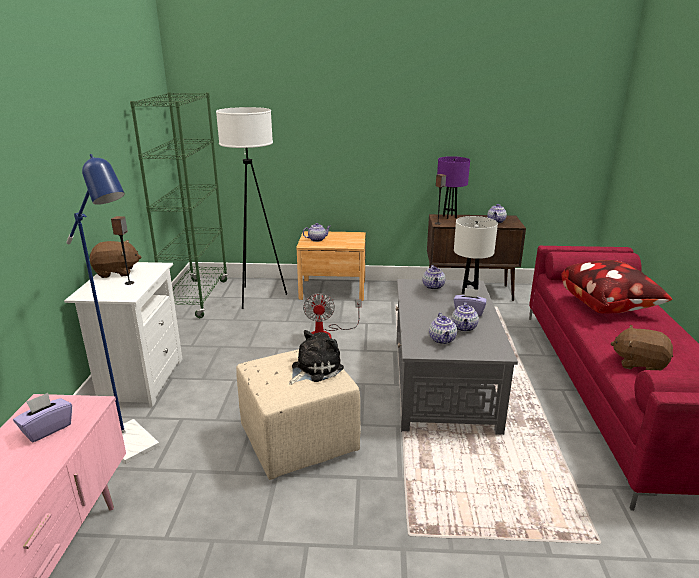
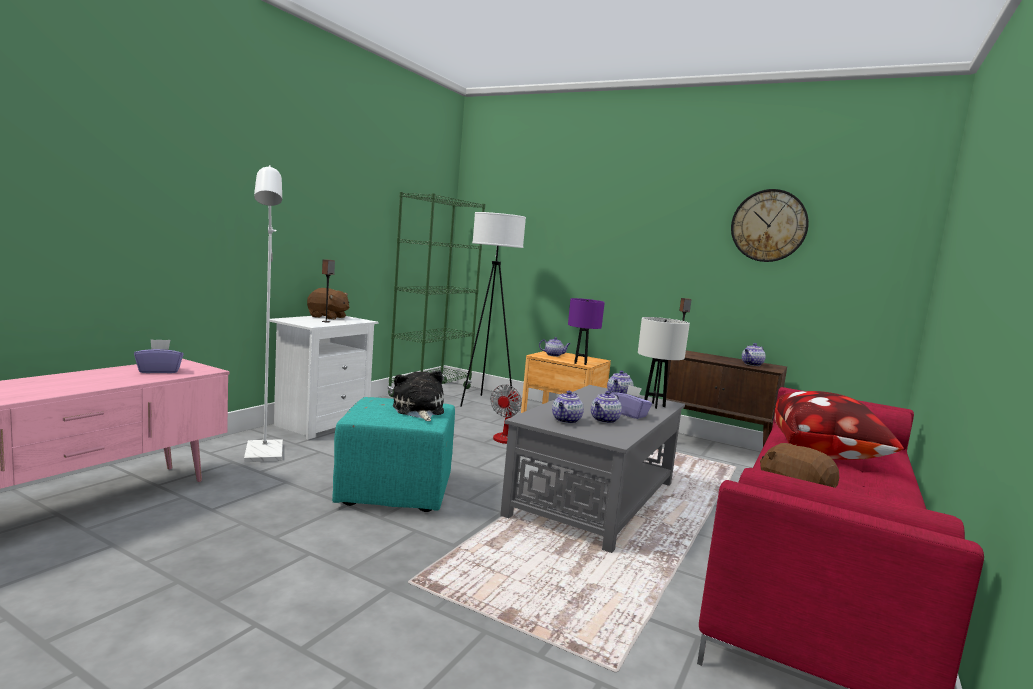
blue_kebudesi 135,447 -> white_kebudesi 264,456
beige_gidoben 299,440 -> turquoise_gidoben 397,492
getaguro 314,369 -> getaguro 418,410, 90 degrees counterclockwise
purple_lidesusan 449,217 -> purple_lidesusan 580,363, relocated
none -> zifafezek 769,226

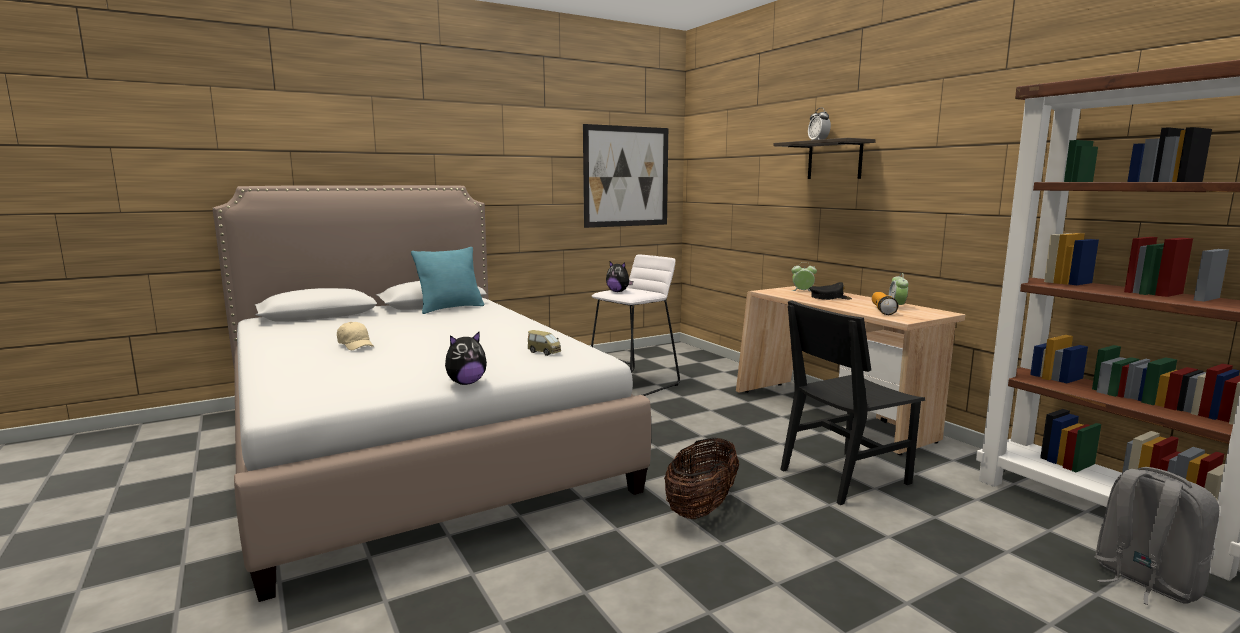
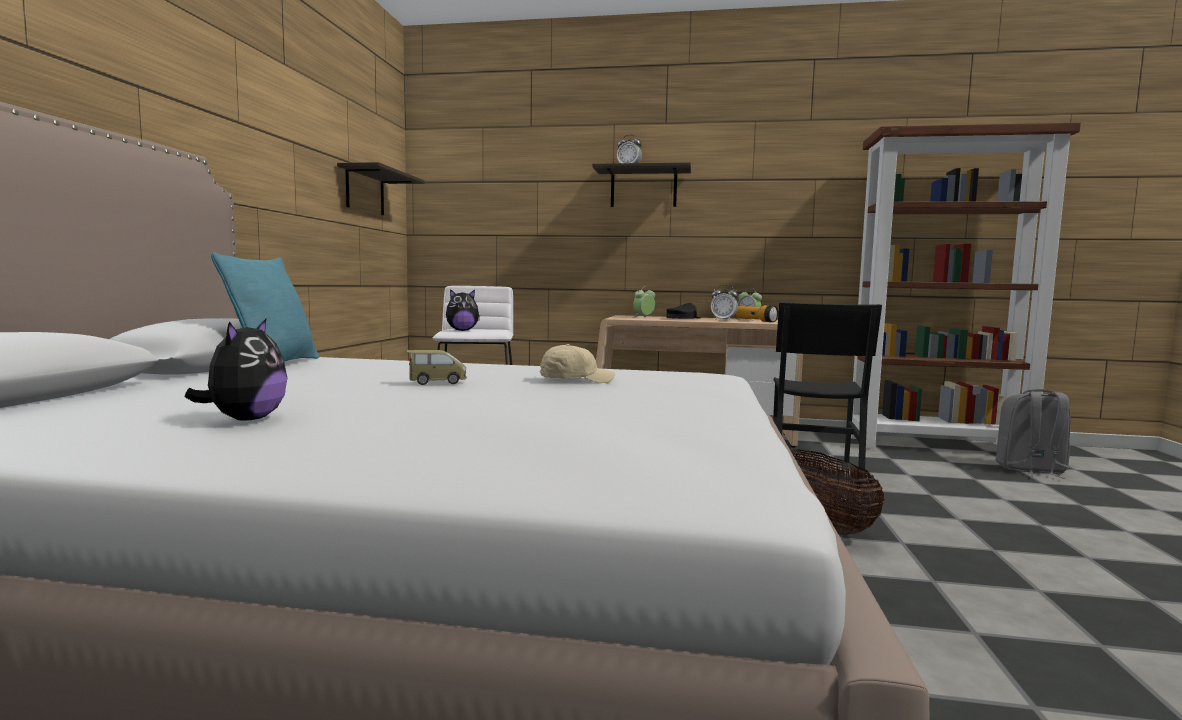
getaguro 466,383 -> getaguro 245,419, relocated
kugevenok 626,176 -> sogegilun 365,191
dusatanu 544,352 -> dusatanu 437,382, relocated
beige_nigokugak 356,345 -> beige_nigokugak 575,380, relocated
none -> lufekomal 723,320

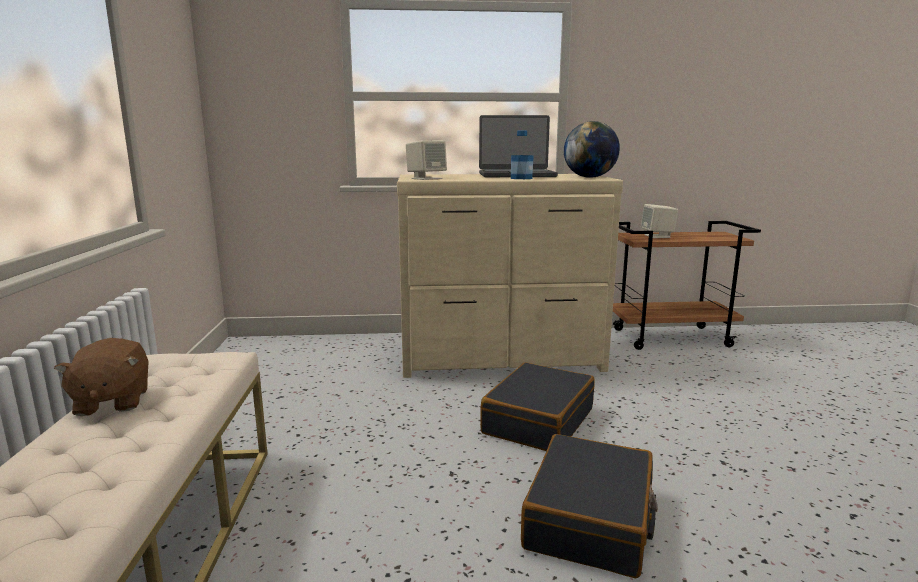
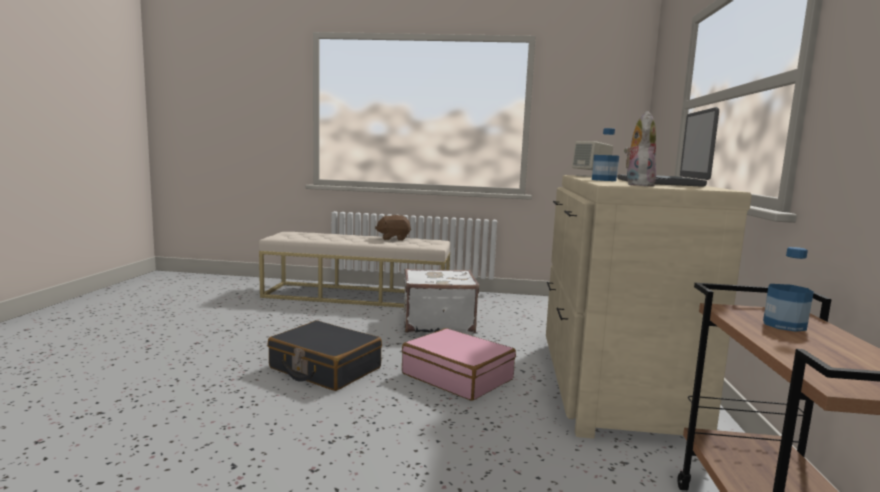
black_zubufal 537,421 -> pink_zubufal 457,376
none -> white_zubufal 437,323
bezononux 589,177 -> getaguro 637,185
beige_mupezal 657,236 -> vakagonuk 784,325

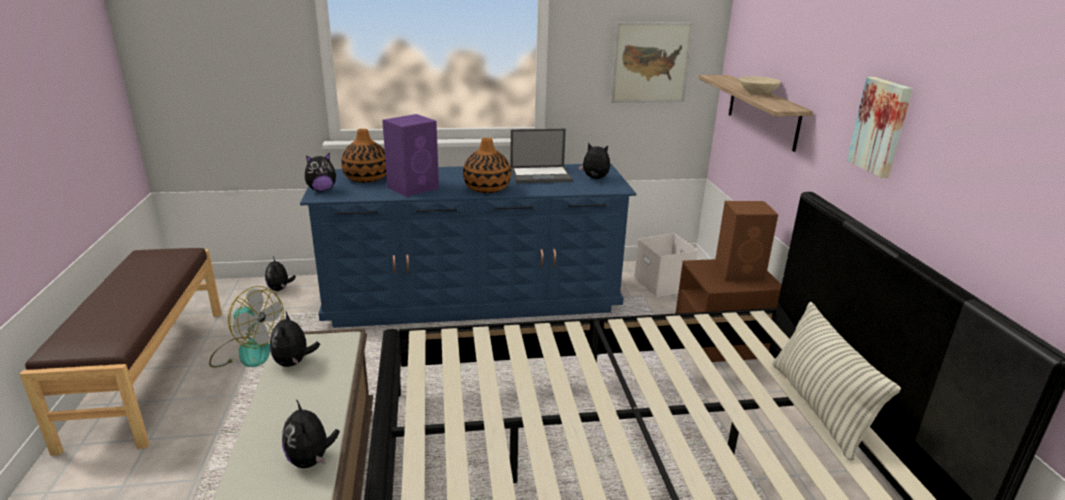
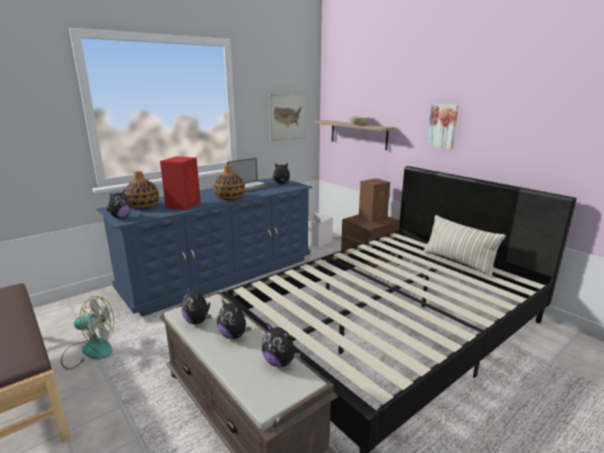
purple_mupezal 414,187 -> red_mupezal 184,205
getaguro 280,289 -> getaguro 234,335, relocated

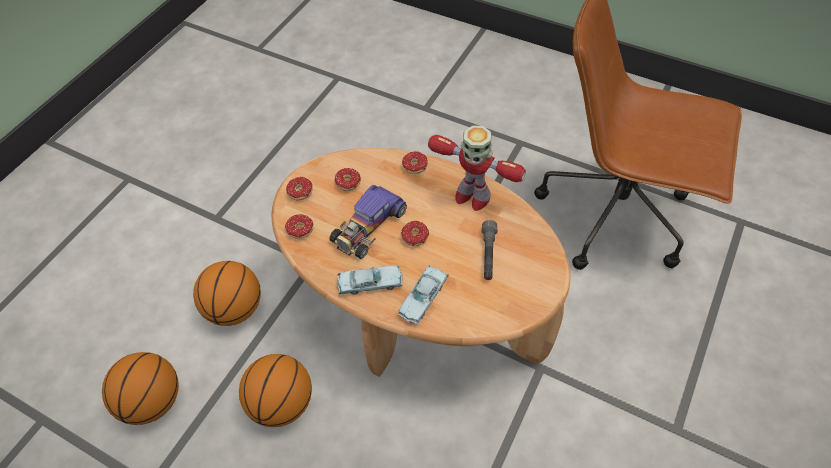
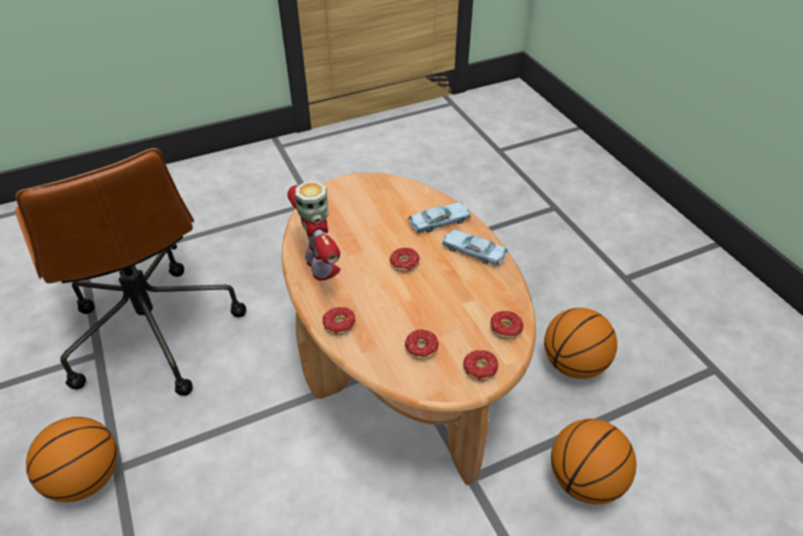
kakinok 153,400 -> kakinok 86,478, relocated
dusatanu 368,226 -> none
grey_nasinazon 488,255 -> none

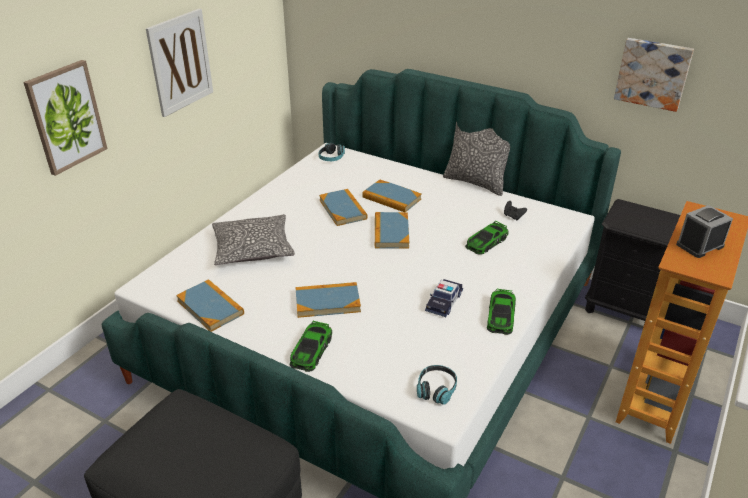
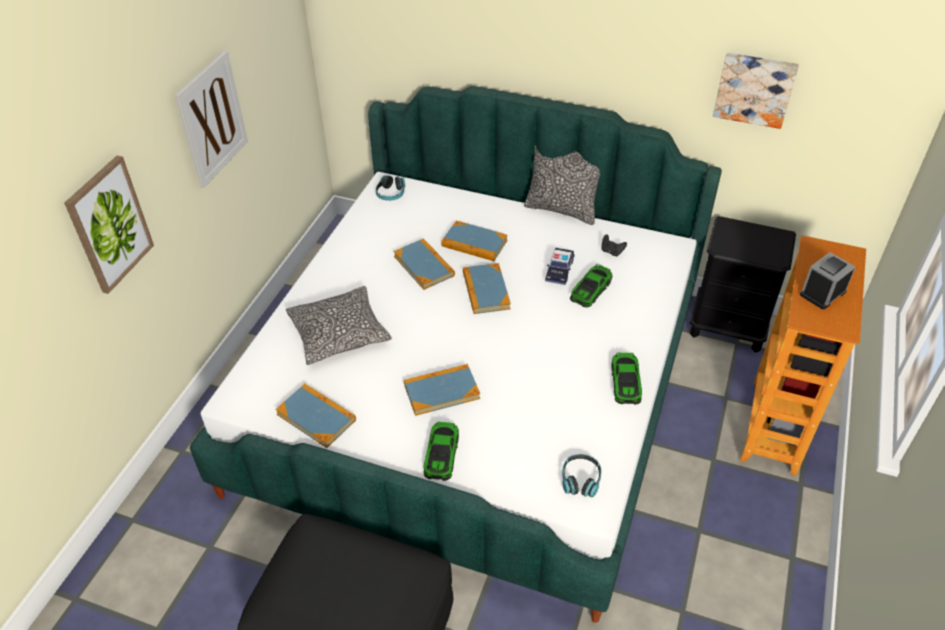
dusatanu 444,302 -> dusatanu 559,270, relocated

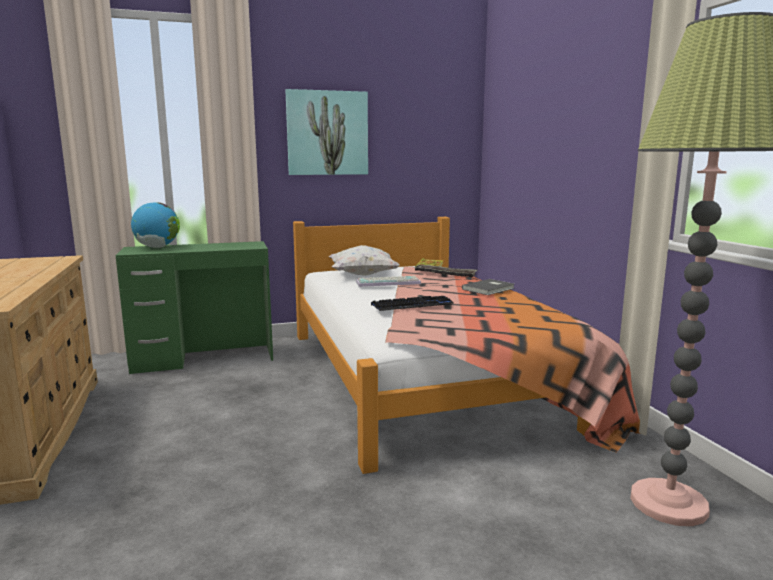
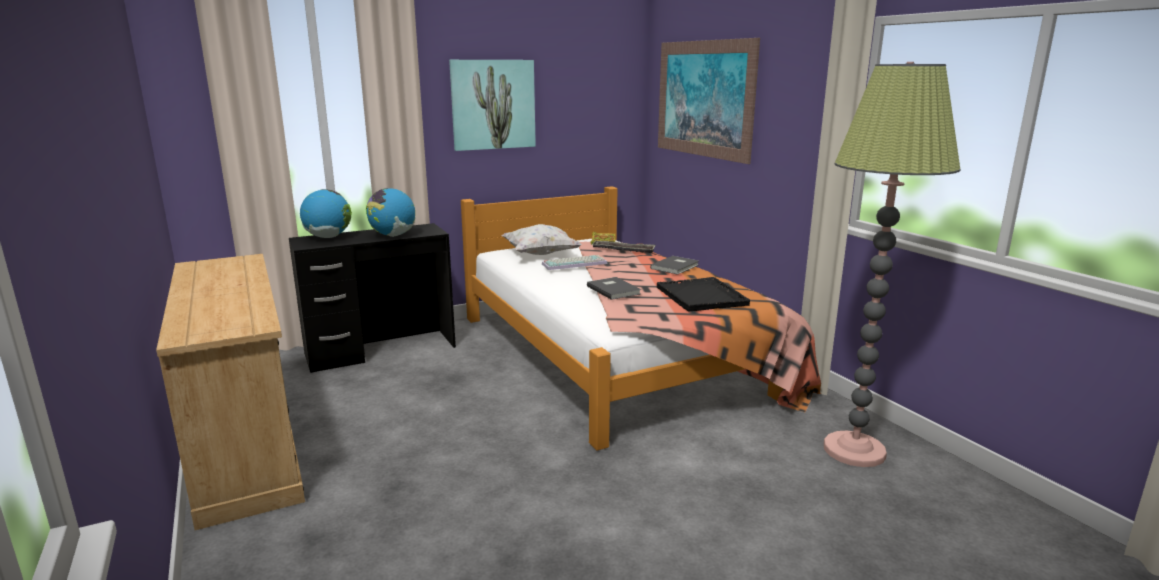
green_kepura 204,358 -> black_kepura 381,350
none -> bezononux 393,235
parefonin 412,305 -> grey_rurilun 614,289
none -> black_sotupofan 701,296
none -> kugevenok 704,99

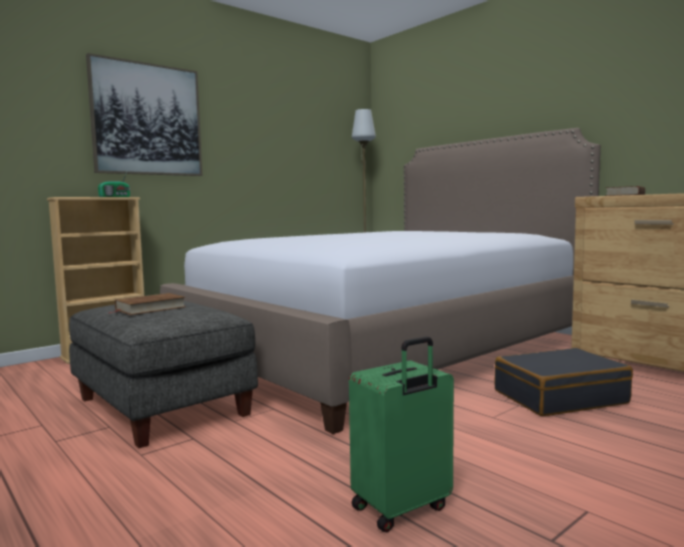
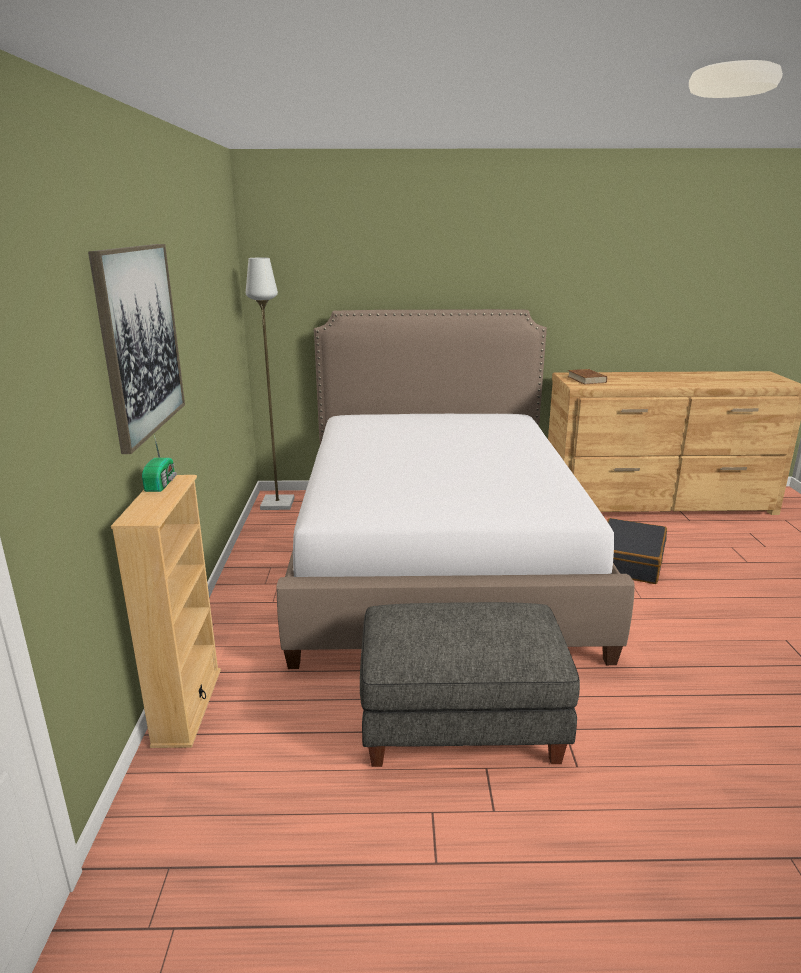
brown_rurilun 150,308 -> none
green_zubufal 402,509 -> none

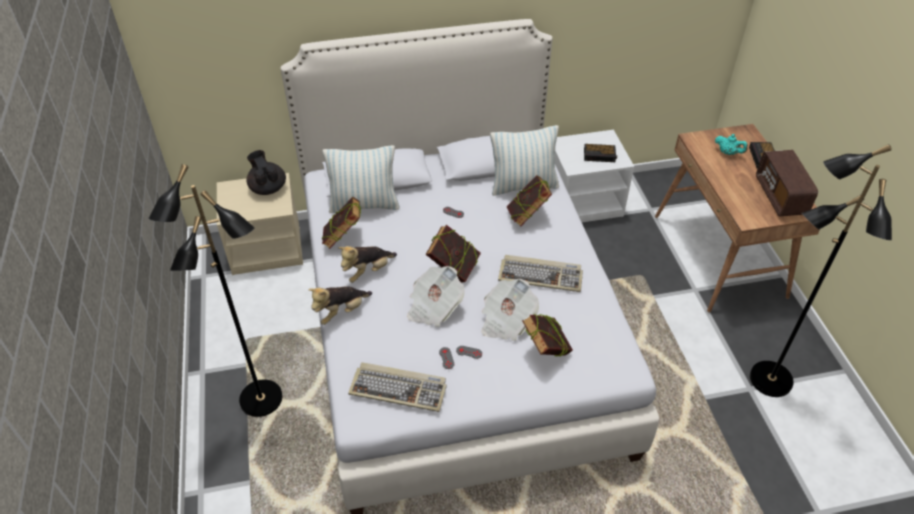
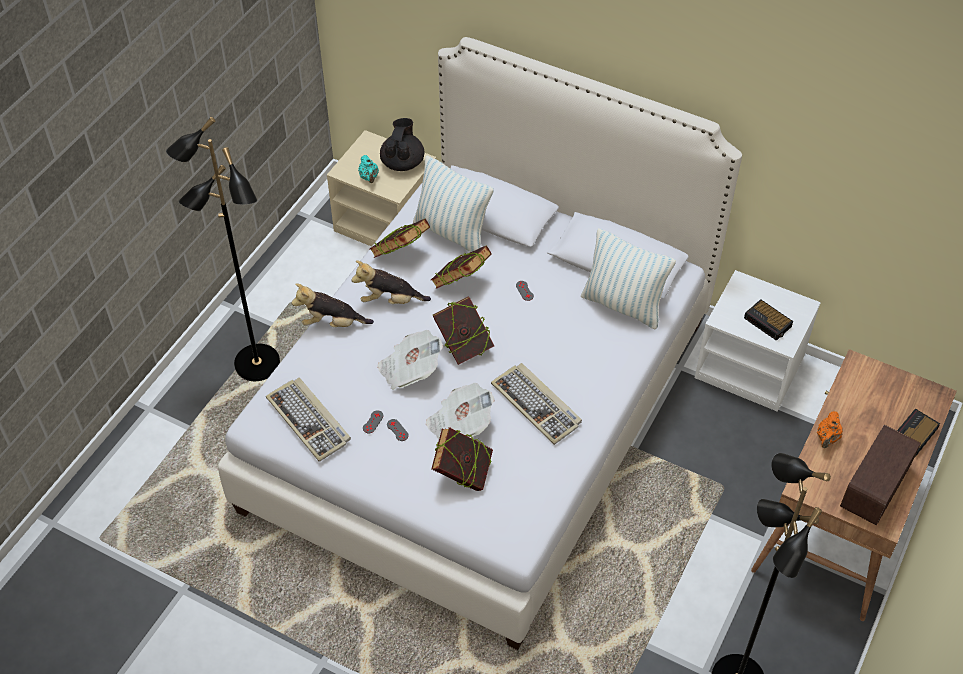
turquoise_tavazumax 728,153 -> turquoise_tavazumax 369,177, relocated
rurilun 527,217 -> rurilun 461,284, relocated
none -> orange_tavazumax 827,438

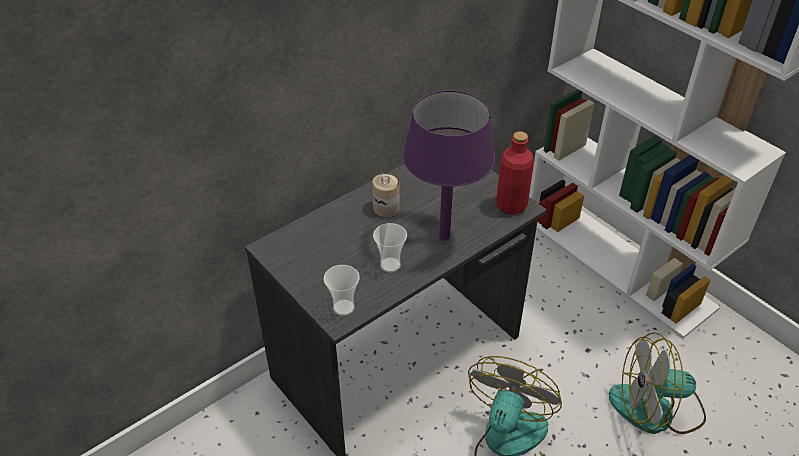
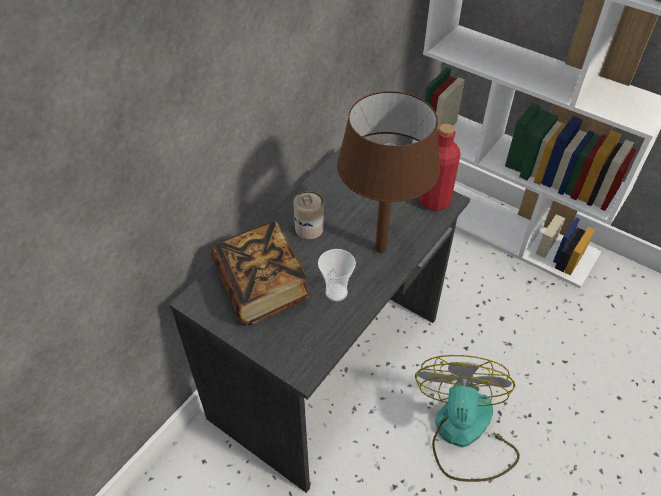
none -> rurilun 262,286
purple_lidesusan 444,237 -> brown_lidesusan 381,249
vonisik 343,307 -> none
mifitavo 656,408 -> none

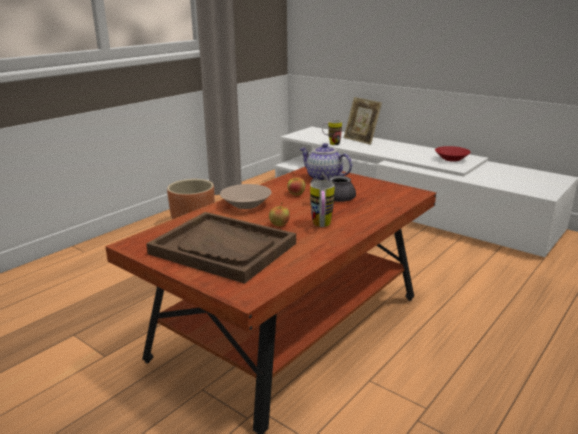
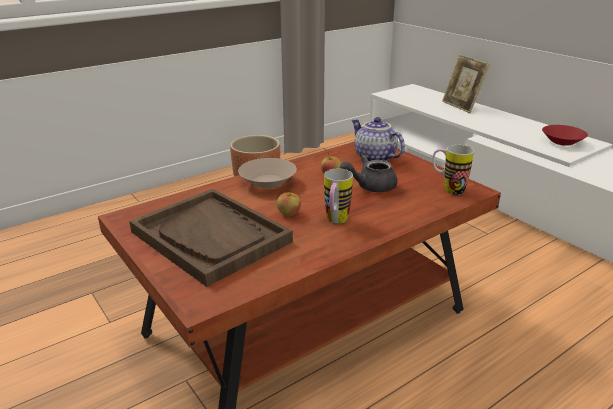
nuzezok 331,144 -> nuzezok 448,189, relocated

